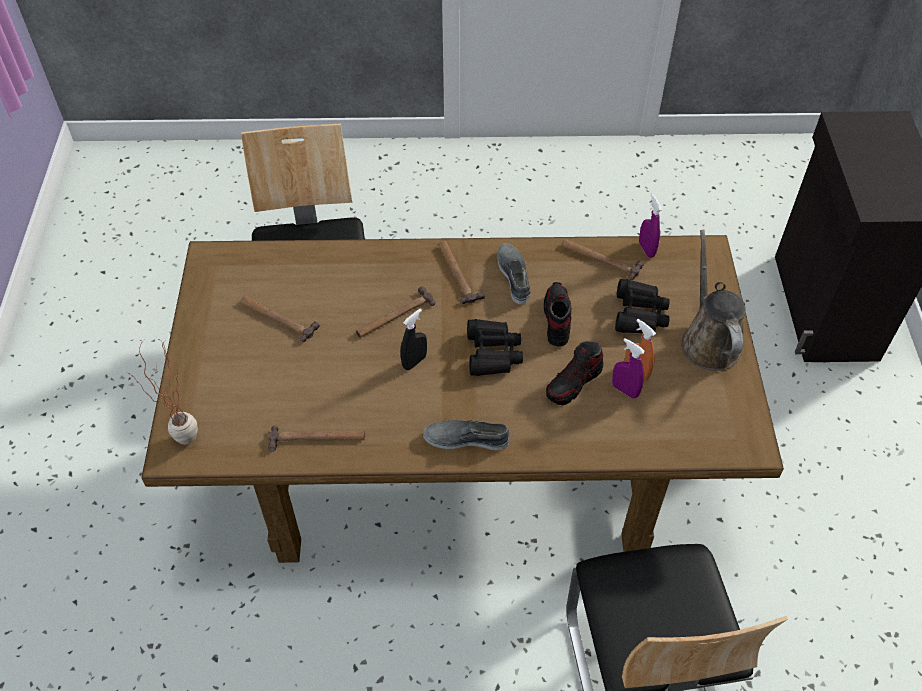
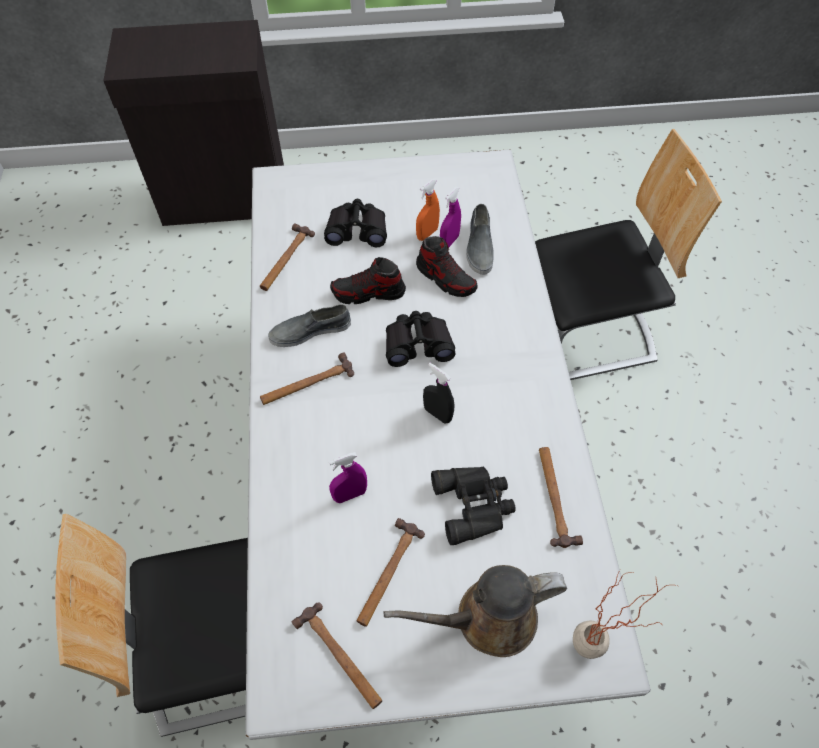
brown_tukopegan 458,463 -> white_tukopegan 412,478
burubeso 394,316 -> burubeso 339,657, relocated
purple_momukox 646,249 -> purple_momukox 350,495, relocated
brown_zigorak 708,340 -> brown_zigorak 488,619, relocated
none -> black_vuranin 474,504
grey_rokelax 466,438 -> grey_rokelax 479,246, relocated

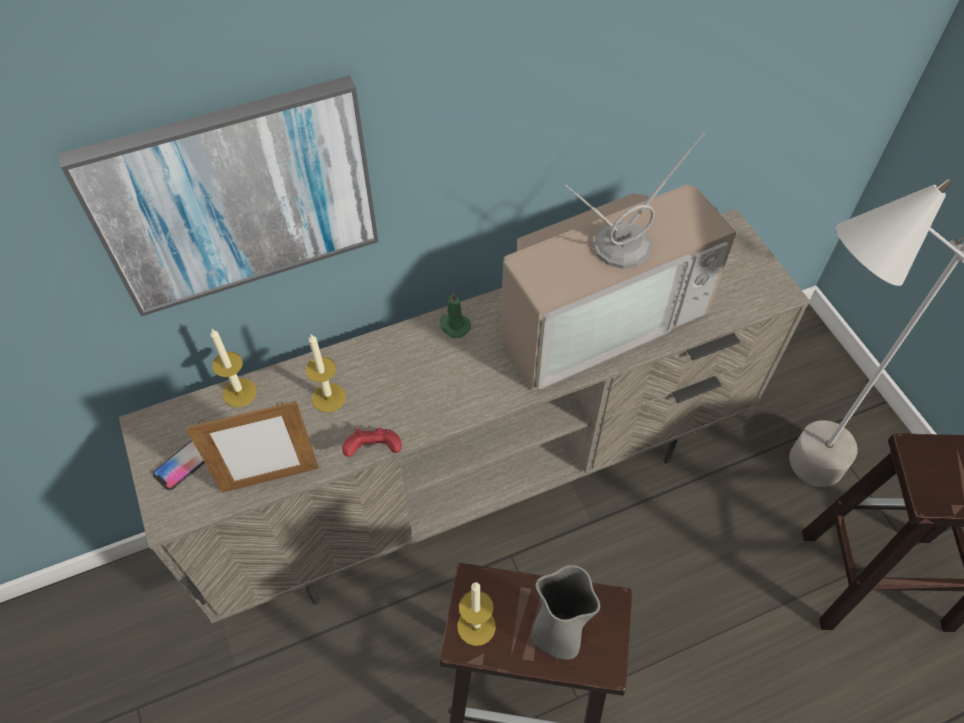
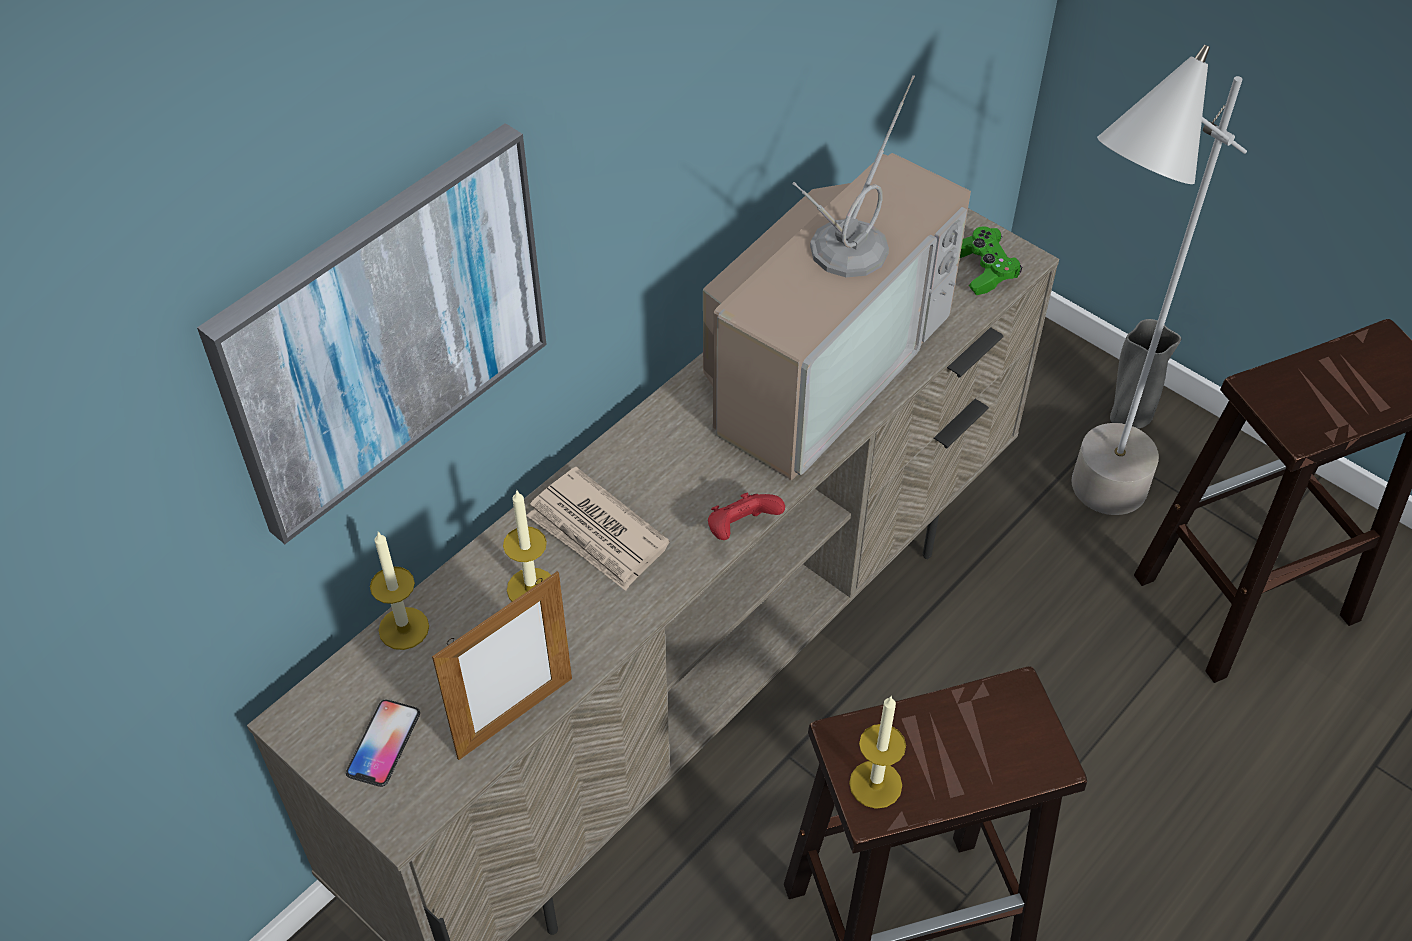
none -> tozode 597,533
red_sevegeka 374,450 -> red_sevegeka 741,529, relocated
none -> green_sevegeka 983,270
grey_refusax 557,639 -> grey_refusax 1128,418, relocated
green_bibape 454,325 -> none

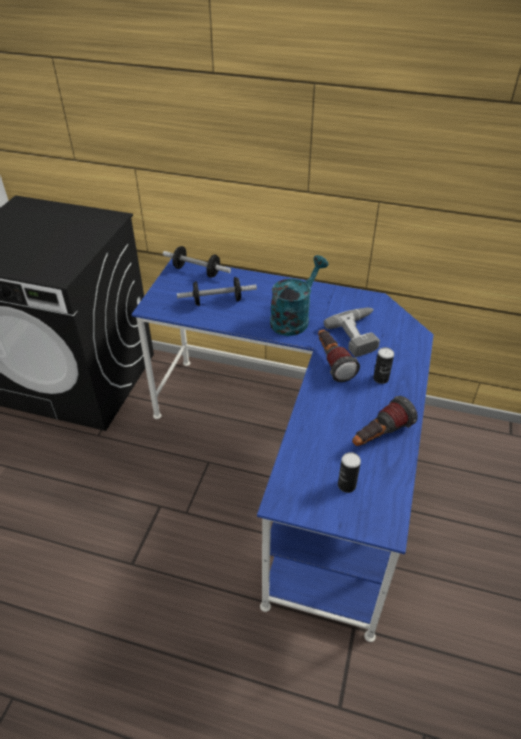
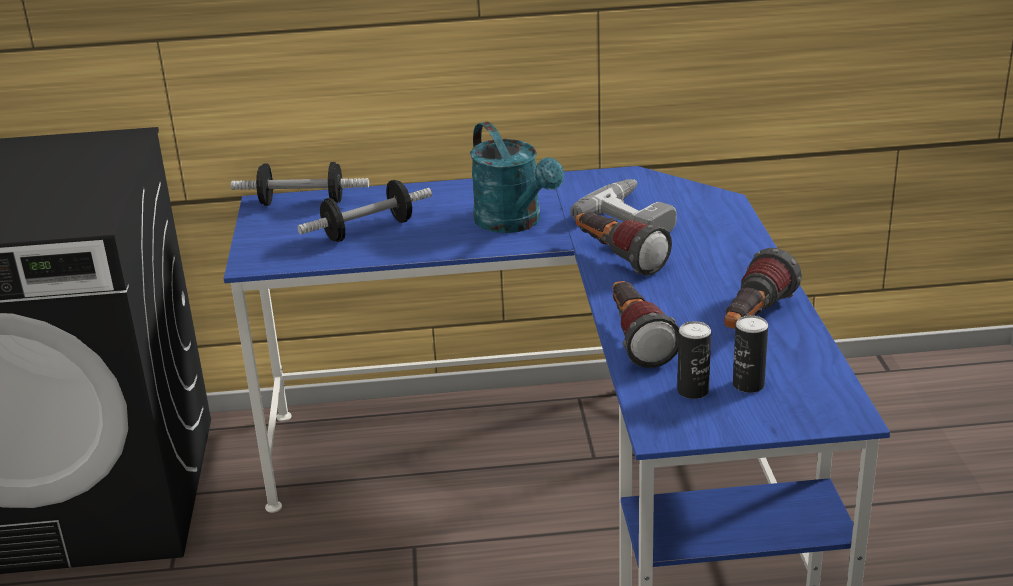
turquoise_zigorak 293,318 -> turquoise_zigorak 514,223, 135 degrees clockwise
none -> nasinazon 636,340
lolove 381,378 -> lolove 693,391, relocated

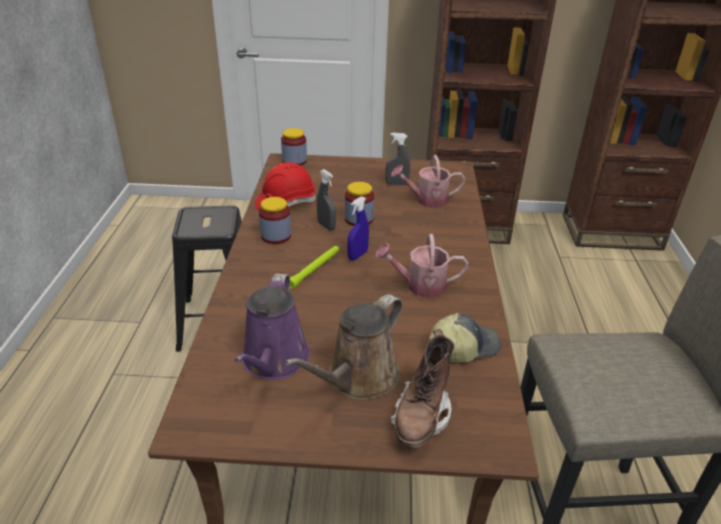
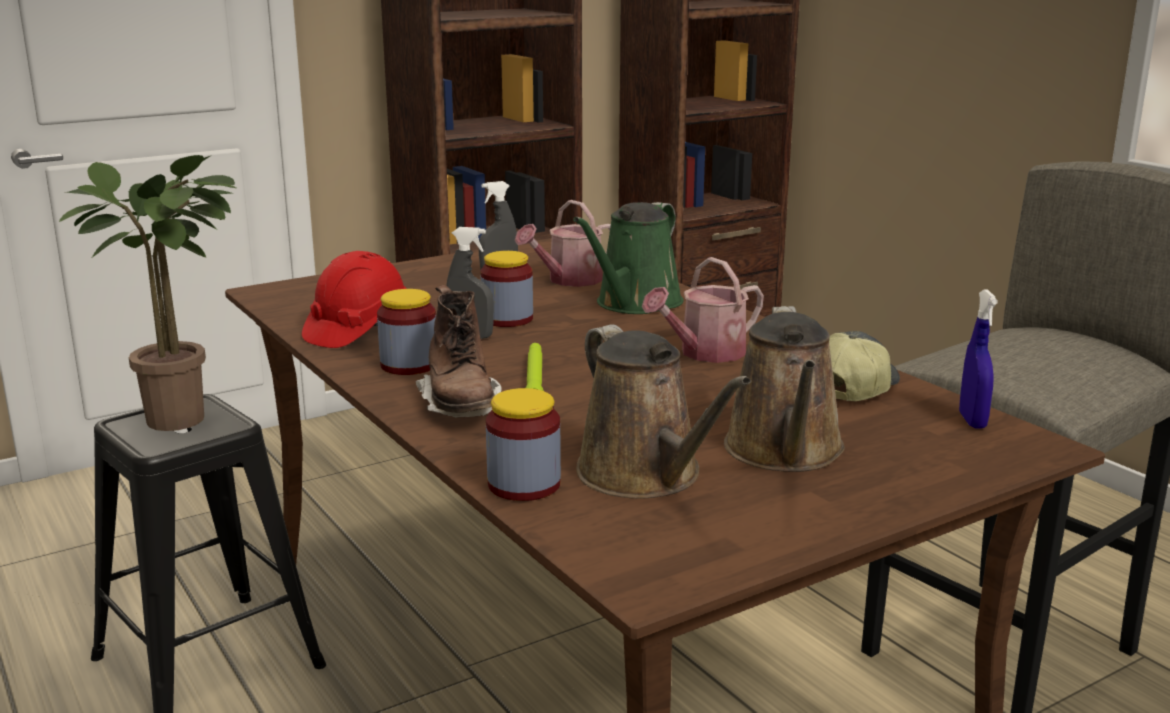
none -> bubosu 187,418
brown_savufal 421,416 -> brown_savufal 461,406, relocated
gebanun 294,161 -> gebanun 524,485, relocated
none -> green_zigorak 635,304
purple_zigorak 274,361 -> brown_zigorak 645,476
blue_momukox 357,255 -> blue_momukox 972,421, relocated

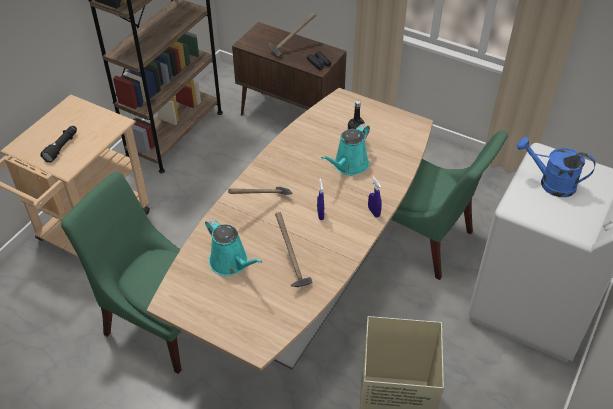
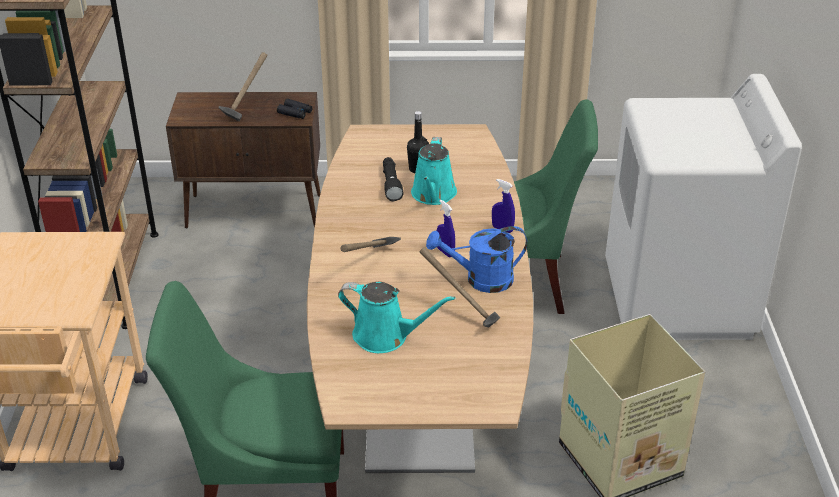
black_nasinazon 62,147 -> black_nasinazon 391,184, relocated
blue_zigorak 550,183 -> blue_zigorak 481,280, relocated

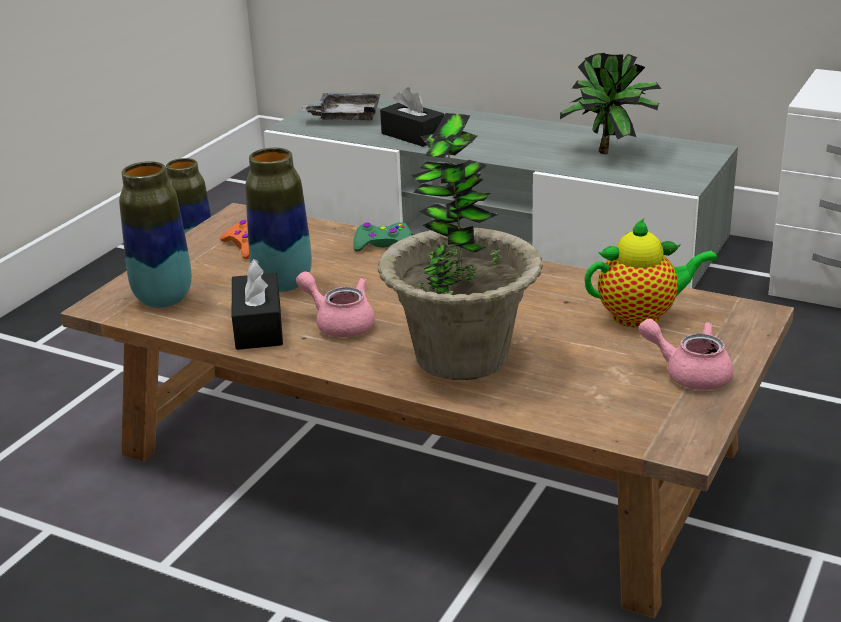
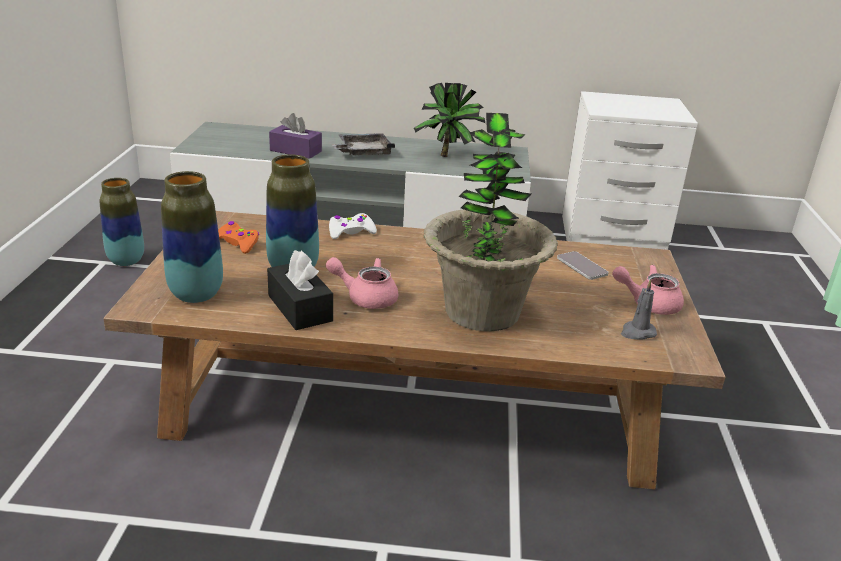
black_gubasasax 413,136 -> purple_gubasasax 295,151
green_sevegeka 383,245 -> white_sevegeka 350,232
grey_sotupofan 345,117 -> grey_sotupofan 363,152, relocated
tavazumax 642,316 -> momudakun 582,266
none -> grey_bibape 637,332

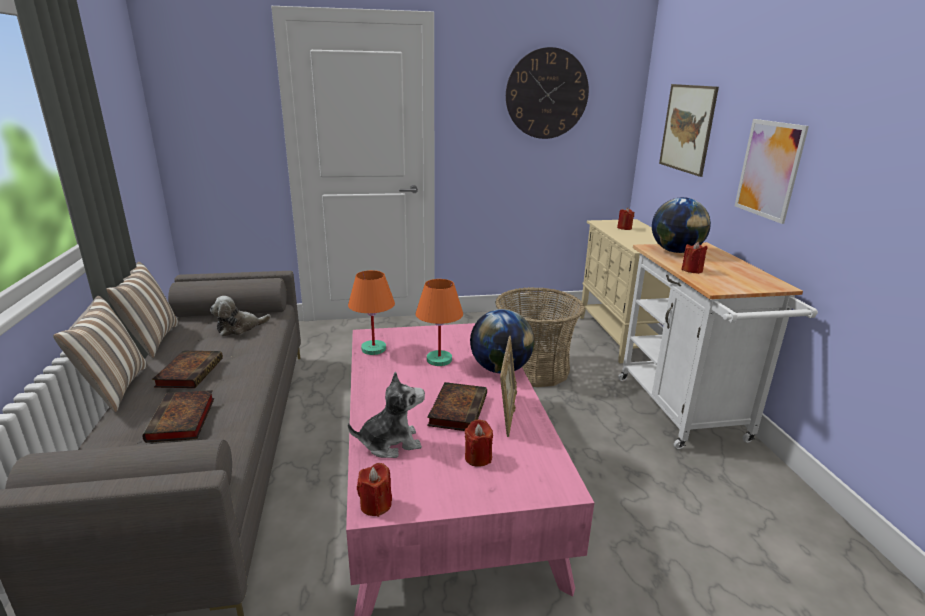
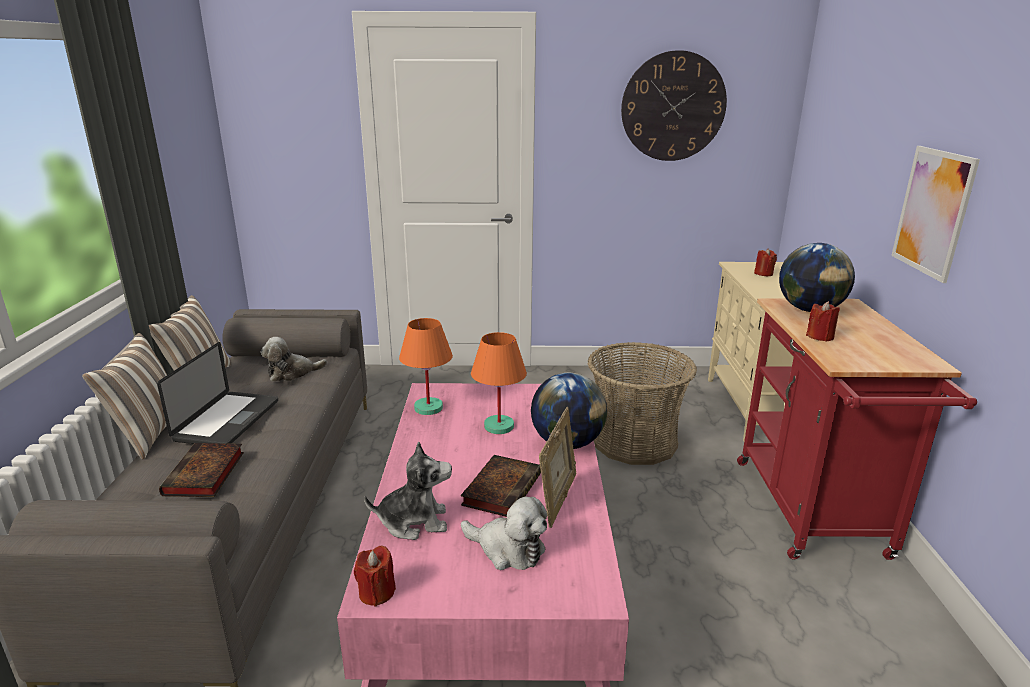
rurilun 190,372 -> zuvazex 227,420
red_bibape 478,457 -> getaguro 508,549
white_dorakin 686,414 -> red_dorakin 815,514
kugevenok 687,128 -> none

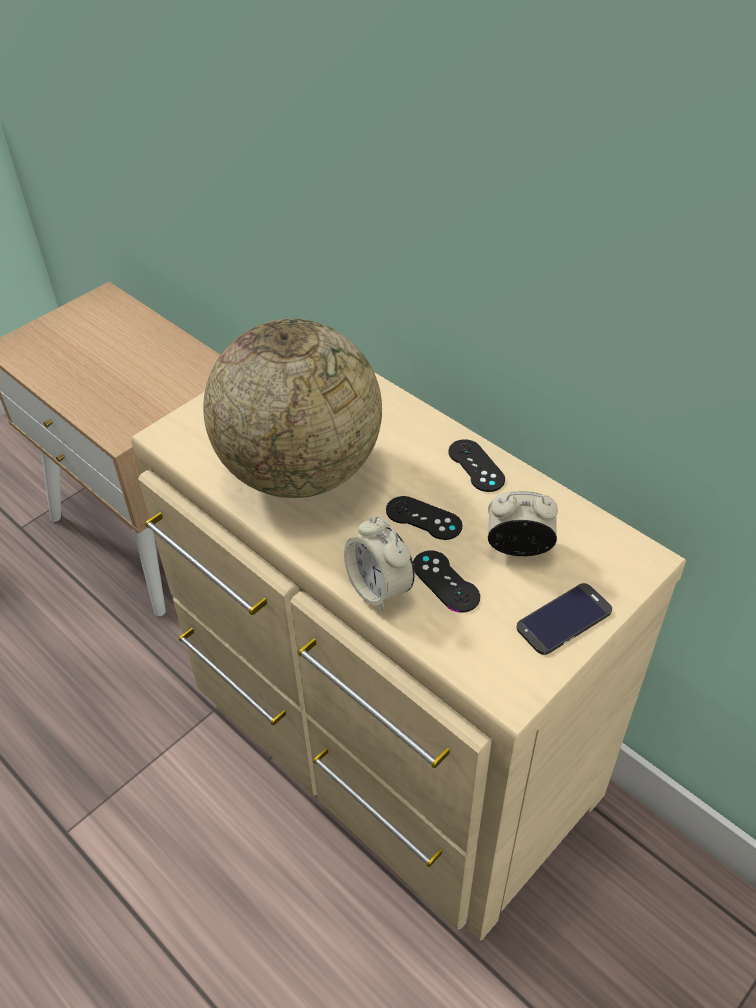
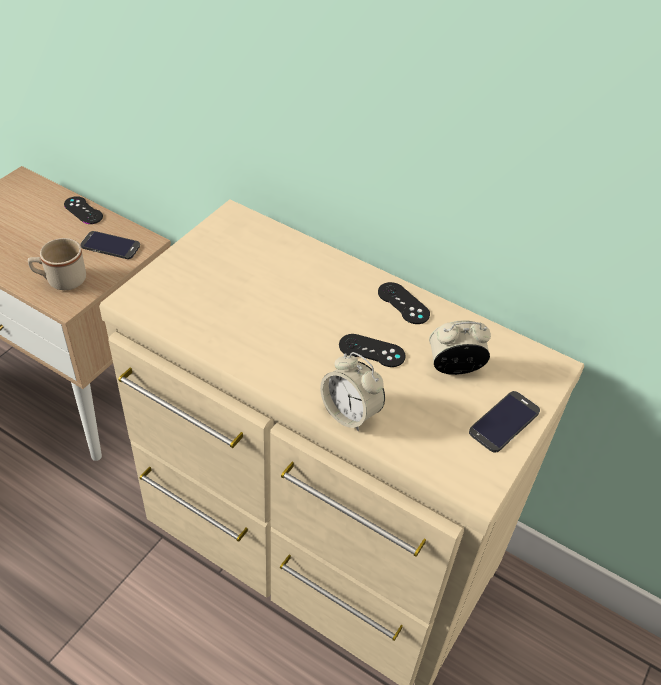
none -> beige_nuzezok 61,280
black_sevegeka 445,581 -> black_sevegeka 83,210, relocated
none -> momudakun 110,246
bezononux 300,471 -> none

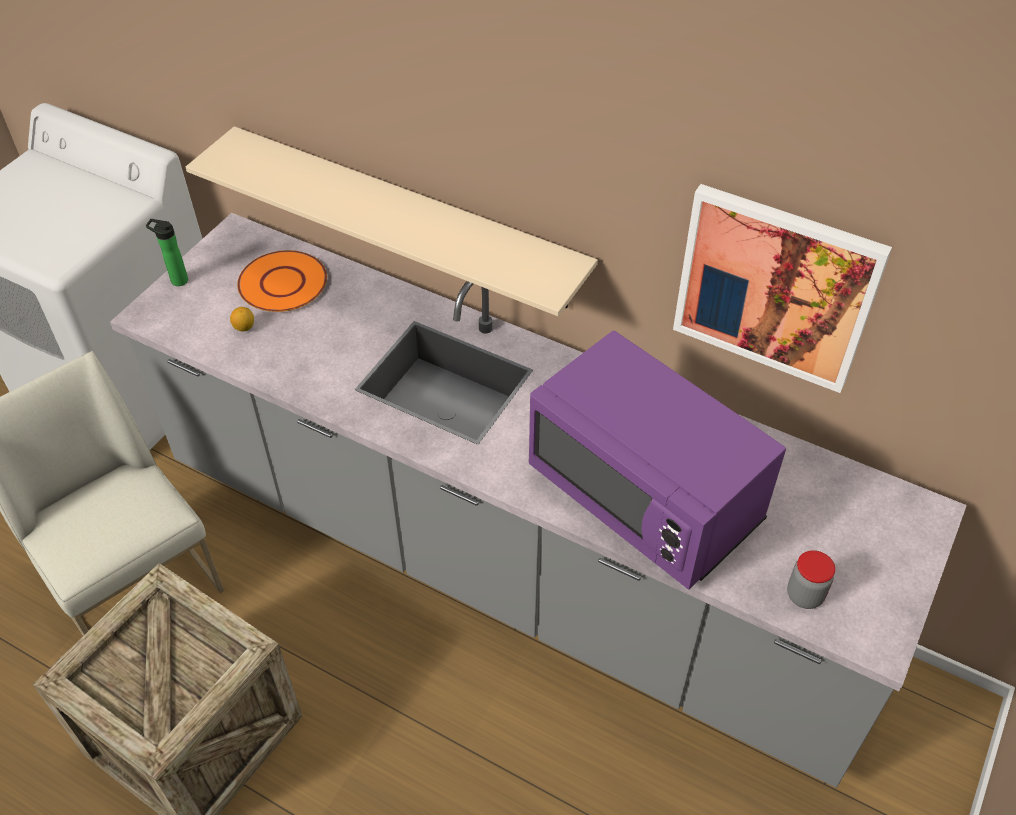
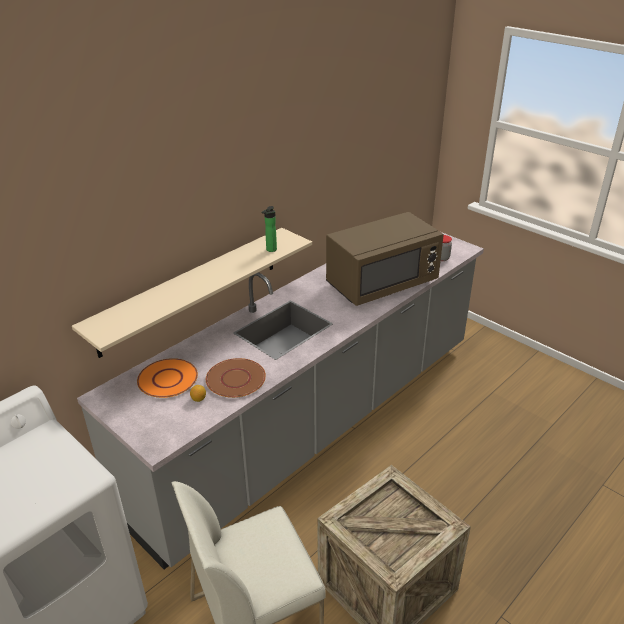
none -> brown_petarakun 235,379
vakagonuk 177,280 -> vakagonuk 270,250, relocated
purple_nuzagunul 645,496 -> brown_nuzagunul 381,283
kugevenok 775,287 -> none

